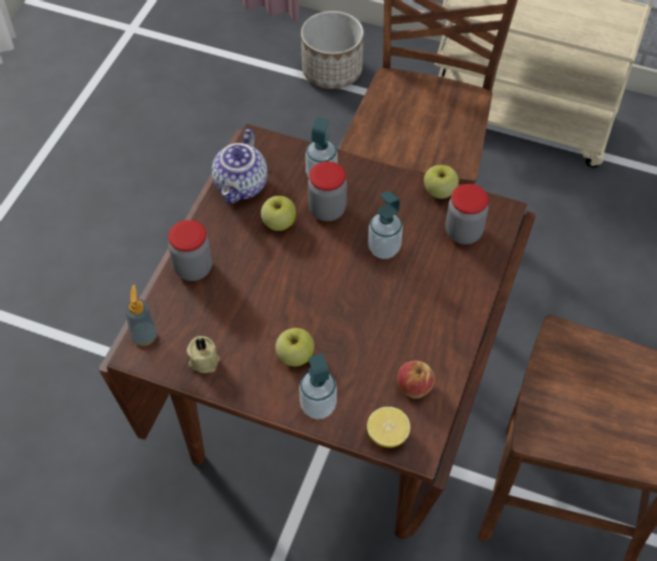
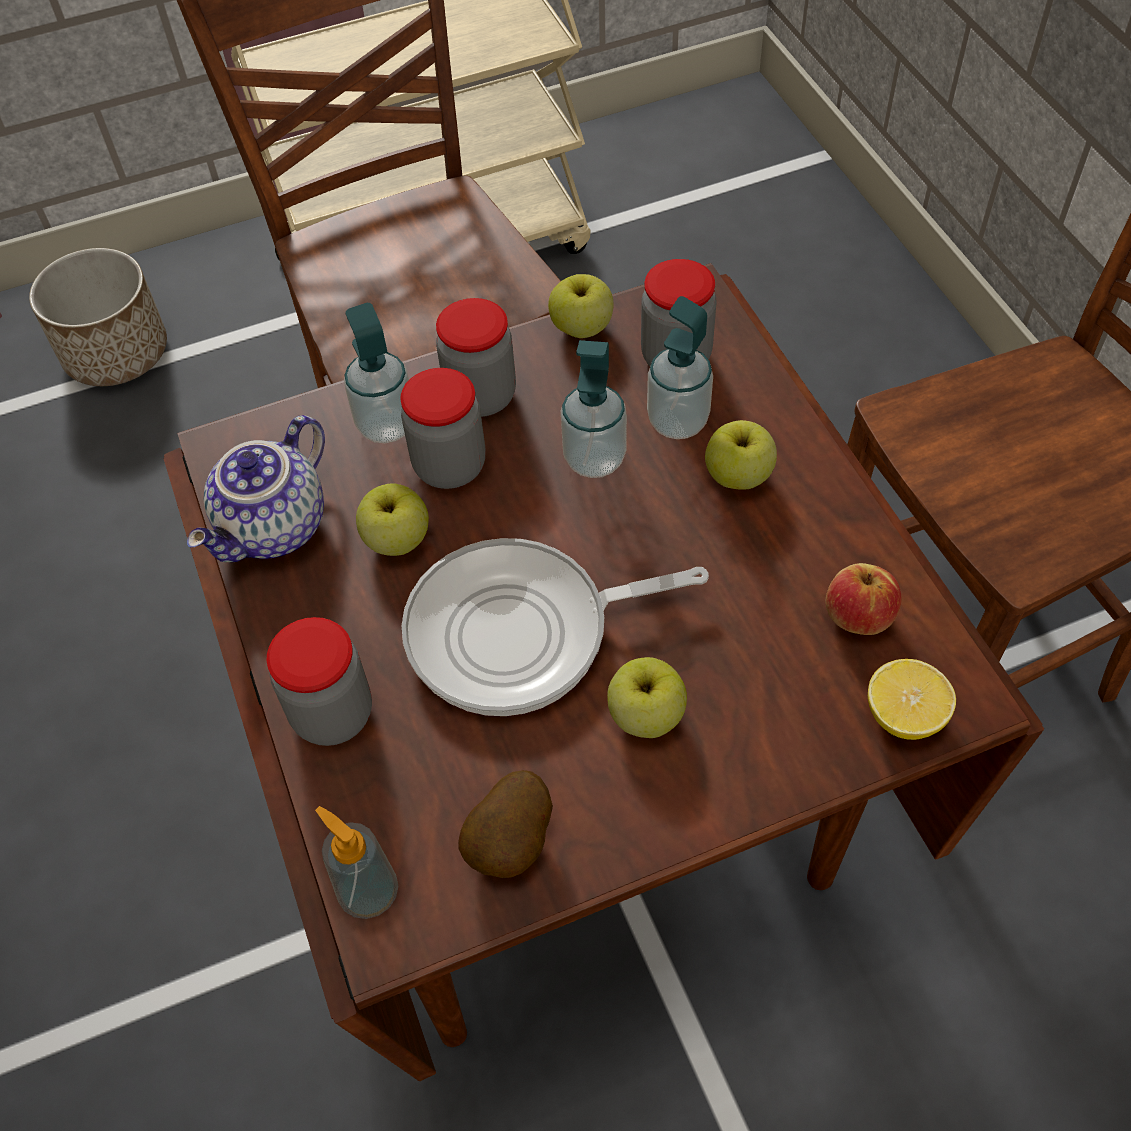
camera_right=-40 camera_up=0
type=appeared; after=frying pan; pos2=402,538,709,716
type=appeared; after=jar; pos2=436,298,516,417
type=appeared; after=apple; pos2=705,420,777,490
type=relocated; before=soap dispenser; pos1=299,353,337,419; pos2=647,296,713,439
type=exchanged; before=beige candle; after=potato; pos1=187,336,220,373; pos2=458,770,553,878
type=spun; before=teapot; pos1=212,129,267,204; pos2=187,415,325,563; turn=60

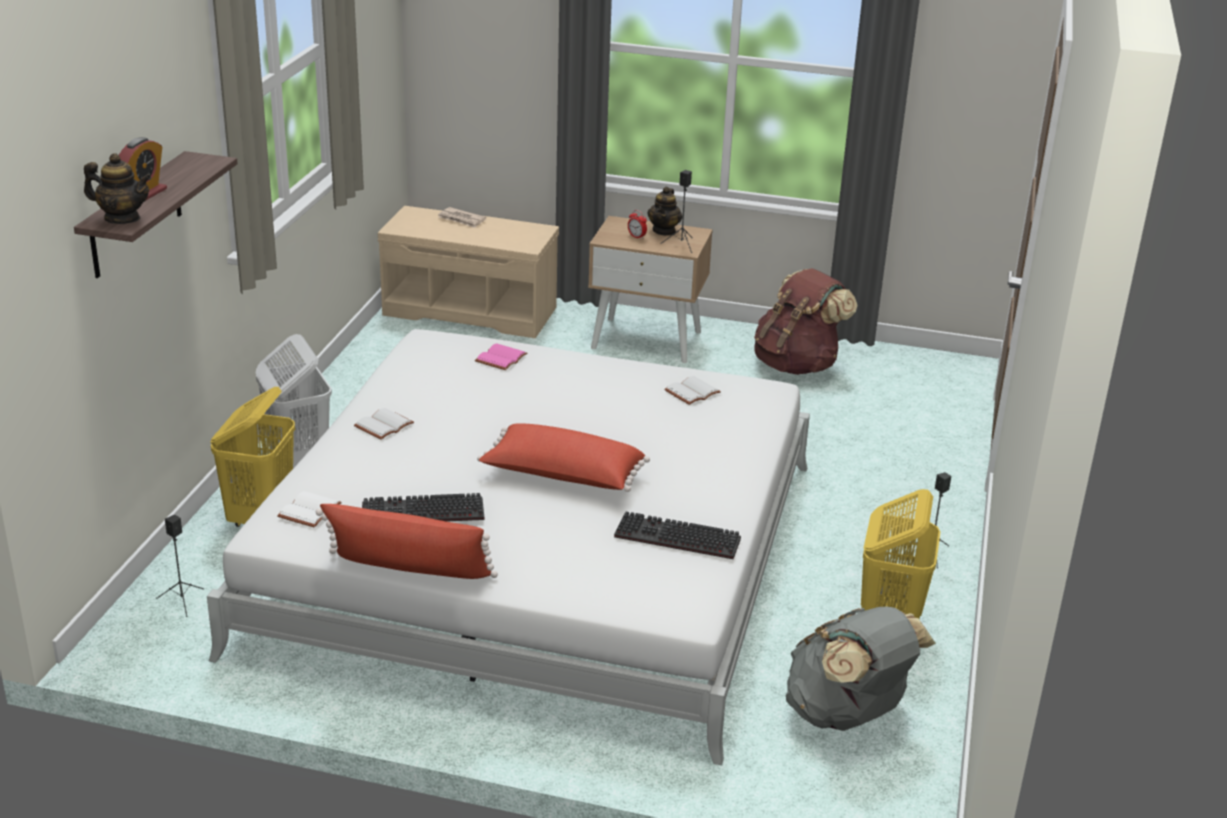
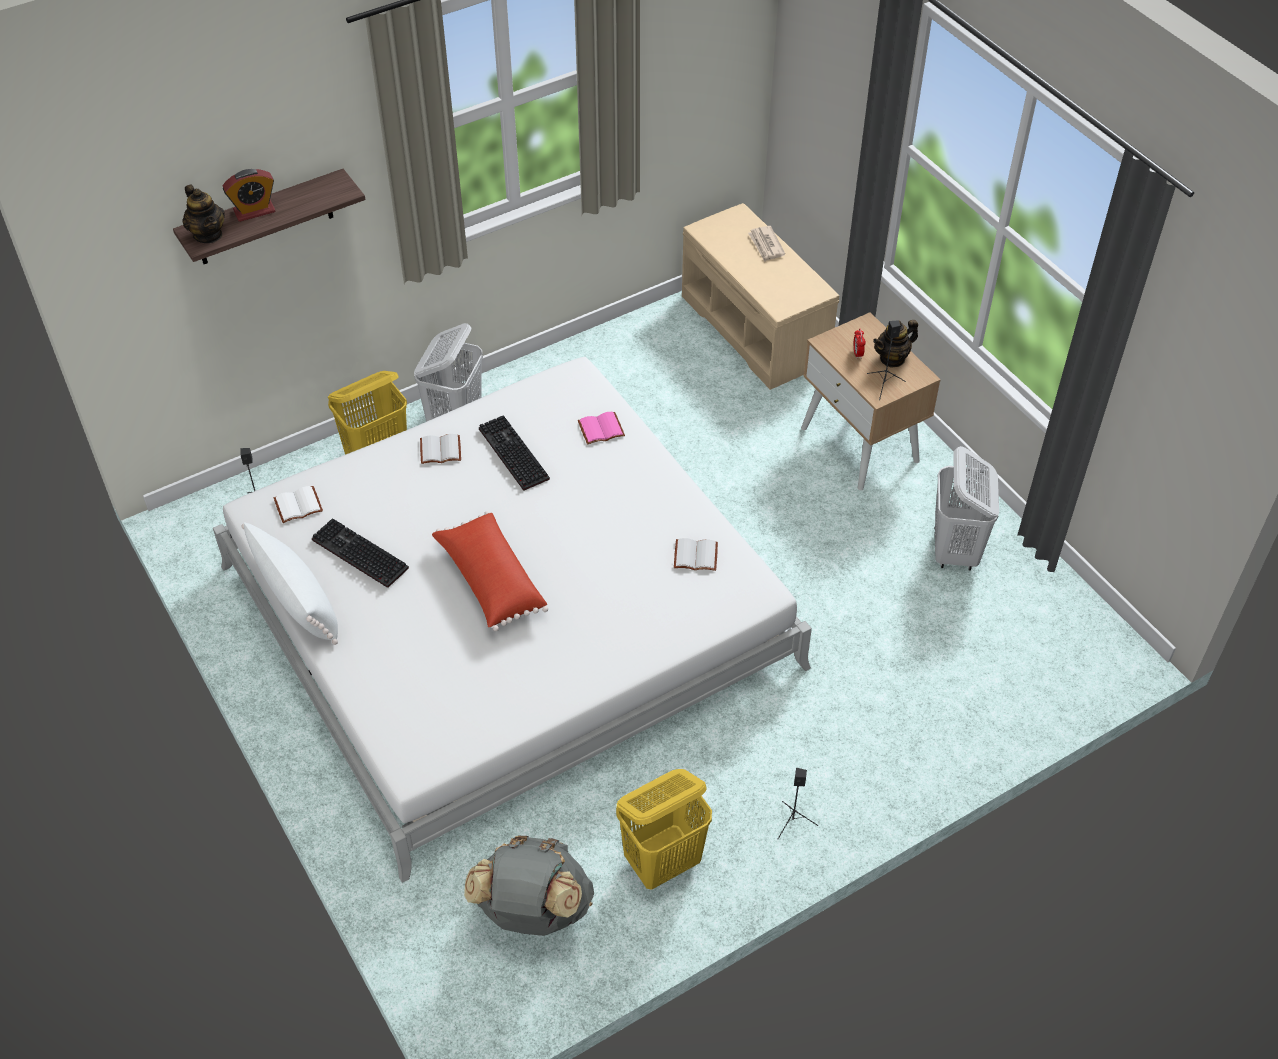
camera_right=45 camera_up=20
type=relocated; before=keyboard; pos1=614,512,741,559; pos2=479,415,550,491
type=exchanged; before=brown backpack; after=white laundry basket; pos1=754,268,857,375; pos2=935,446,999,571
type=colour; before=red pillow; after=white pillow; pos1=316,504,498,579; pos2=241,522,338,645

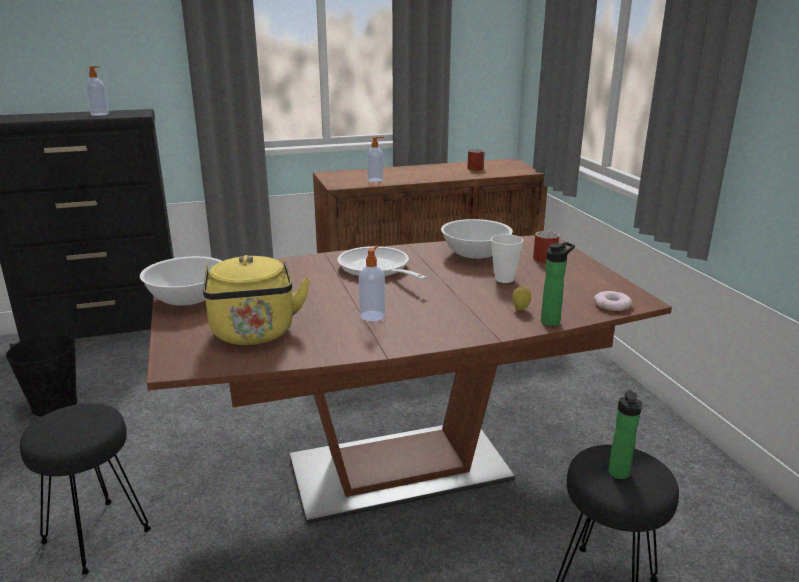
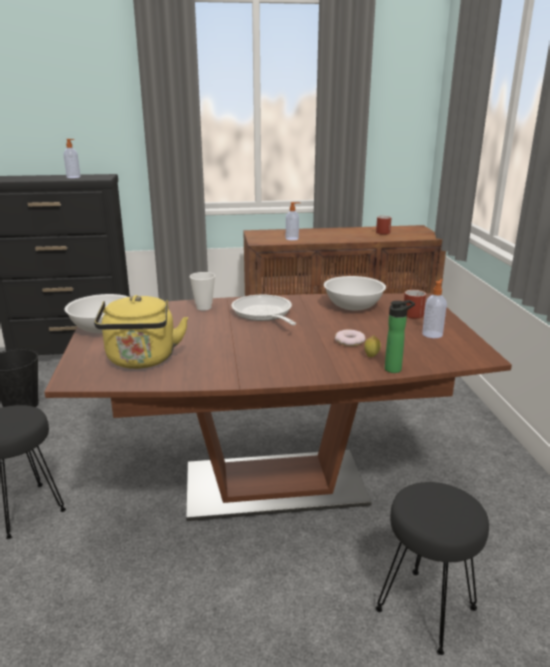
camera_right=10 camera_up=0
type=missing; before=bottle; pos1=608,390,642,479
type=relocated; before=soap dispenser; pos1=359,245,385,321; pos2=422,279,447,338
type=relocated; before=cup; pos1=491,234,523,283; pos2=190,272,215,311
type=relocated; before=donut; pos1=594,291,632,311; pos2=335,330,366,346

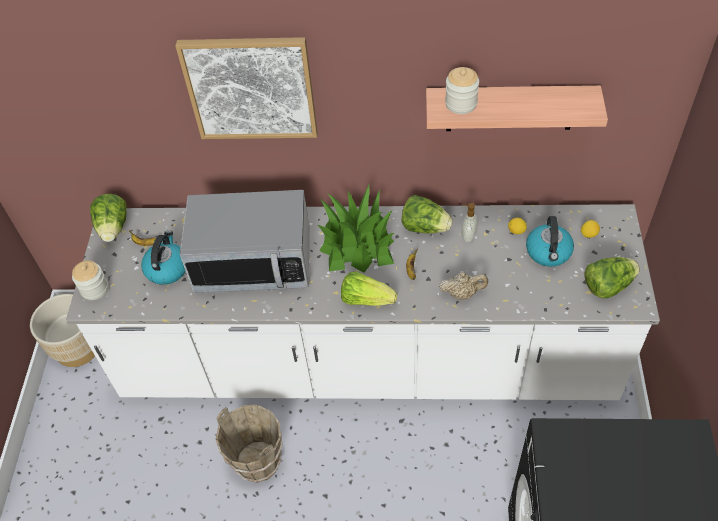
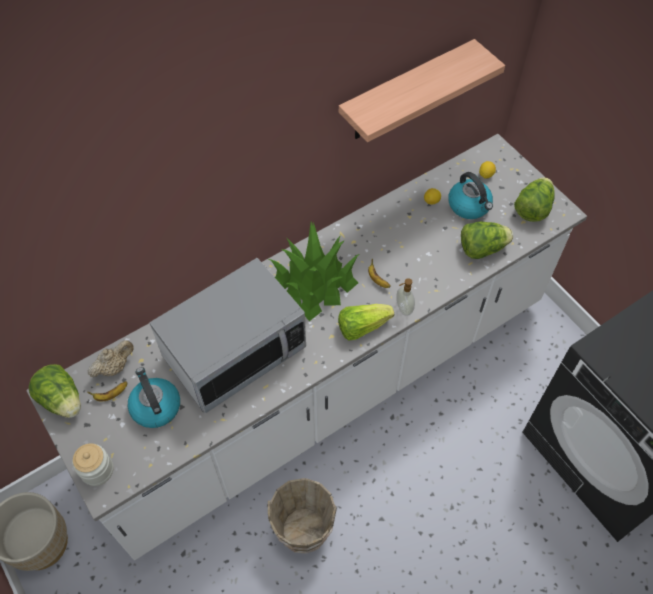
camera_right=-40 camera_up=5
type=missing; before=picture; pos1=175,37,317,139
type=missing; before=jar; pos1=445,67,479,114
type=relocated; before=lettuce; pos1=402,195,453,233; pos2=461,221,513,259
type=relocated; before=beige teapot; pos1=439,272,488,300; pos2=88,340,134,377
type=relocated; before=soap dispenser; pos1=462,203,478,243; pos2=396,278,415,316

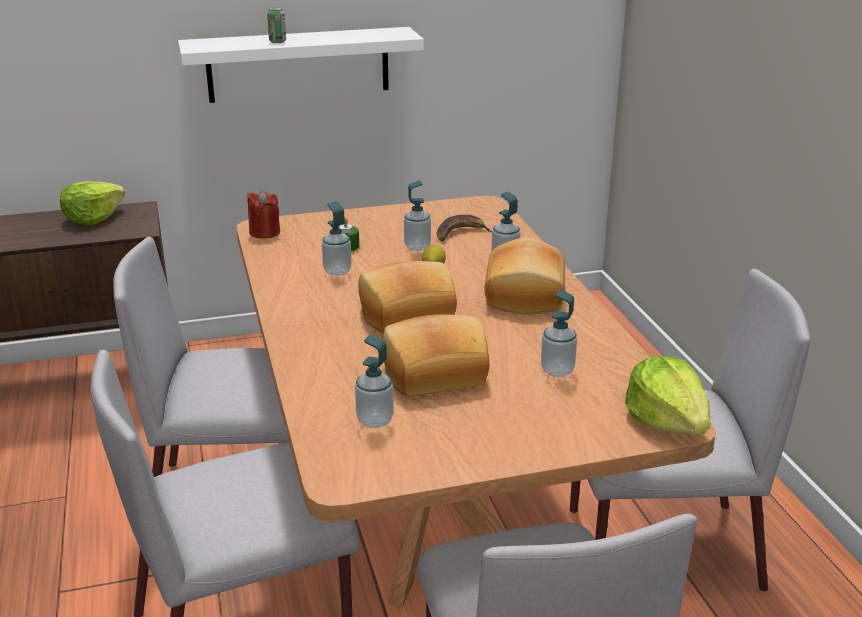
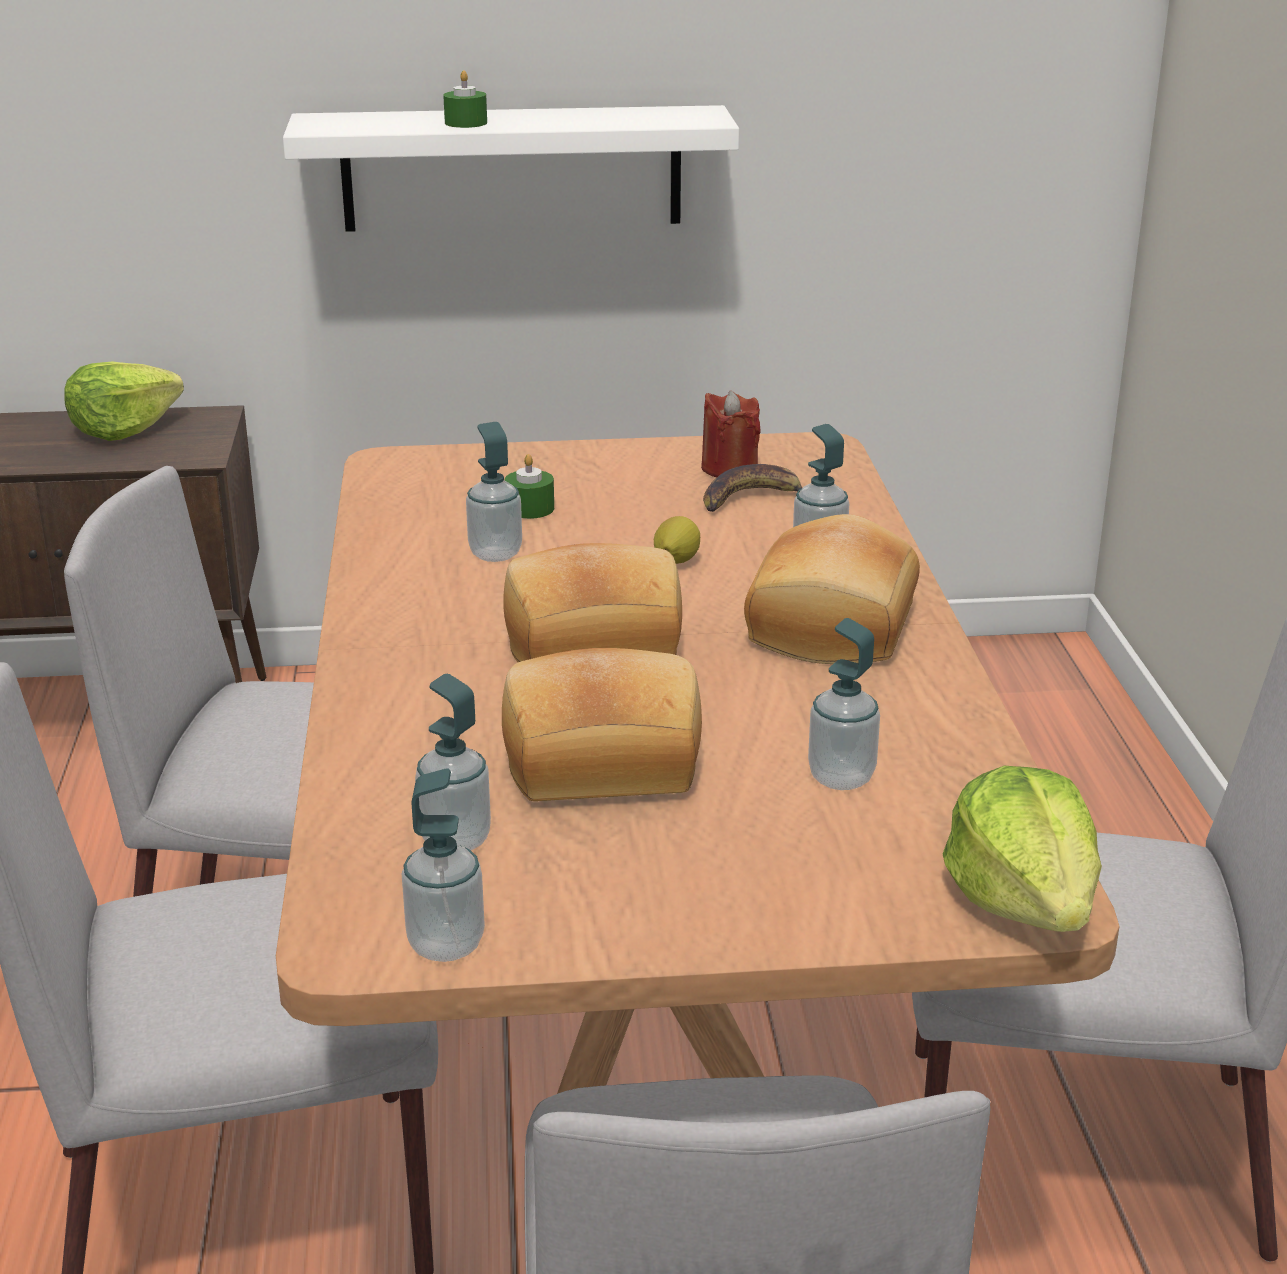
camera_right=10 camera_up=0
type=relocated; before=red candle; pos1=247,191,280,238; pos2=701,390,761,477
type=relocated; before=soap dispenser; pos1=404,180,431,251; pos2=402,768,485,962
type=exchanged; before=can; after=green candle; pos1=267,7,286,43; pos2=443,70,487,128

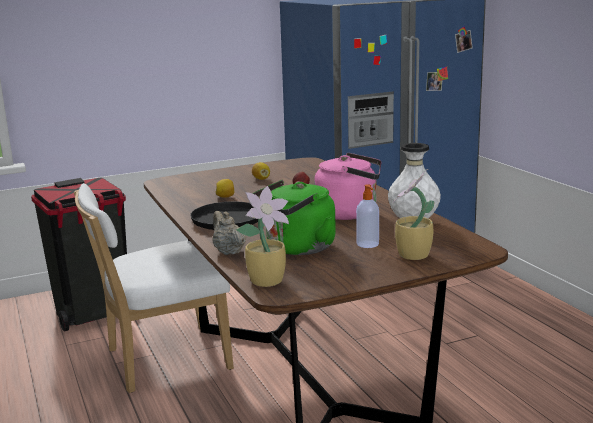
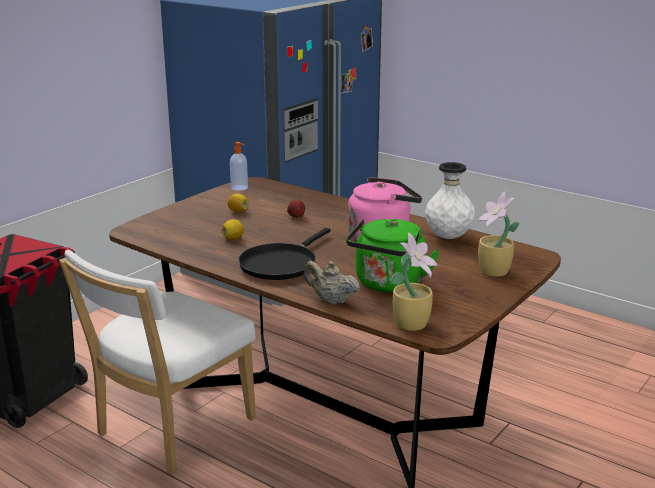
camera_right=-30 camera_up=5
type=relocated; before=soap dispenser; pos1=356,184,379,248; pos2=230,142,248,191

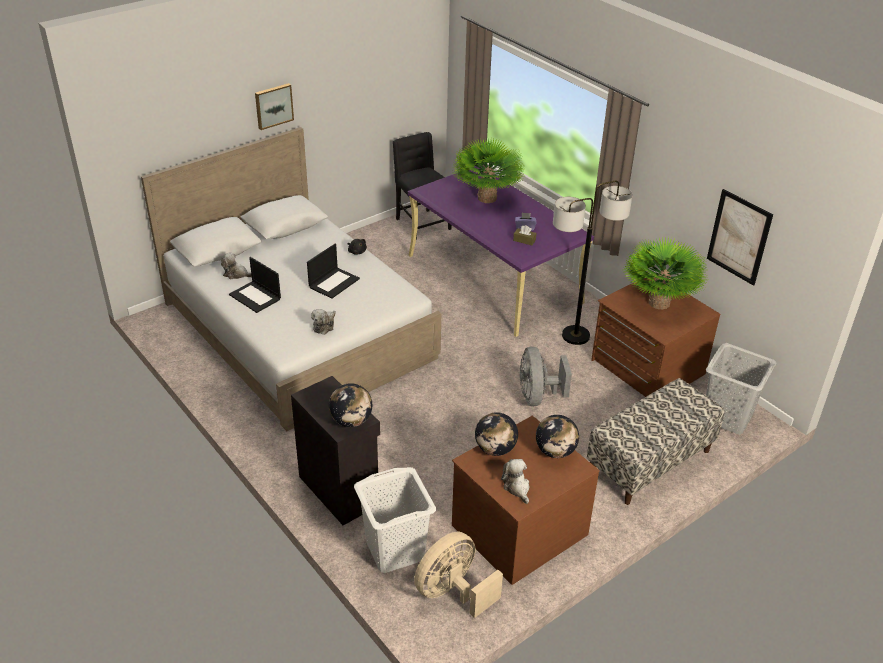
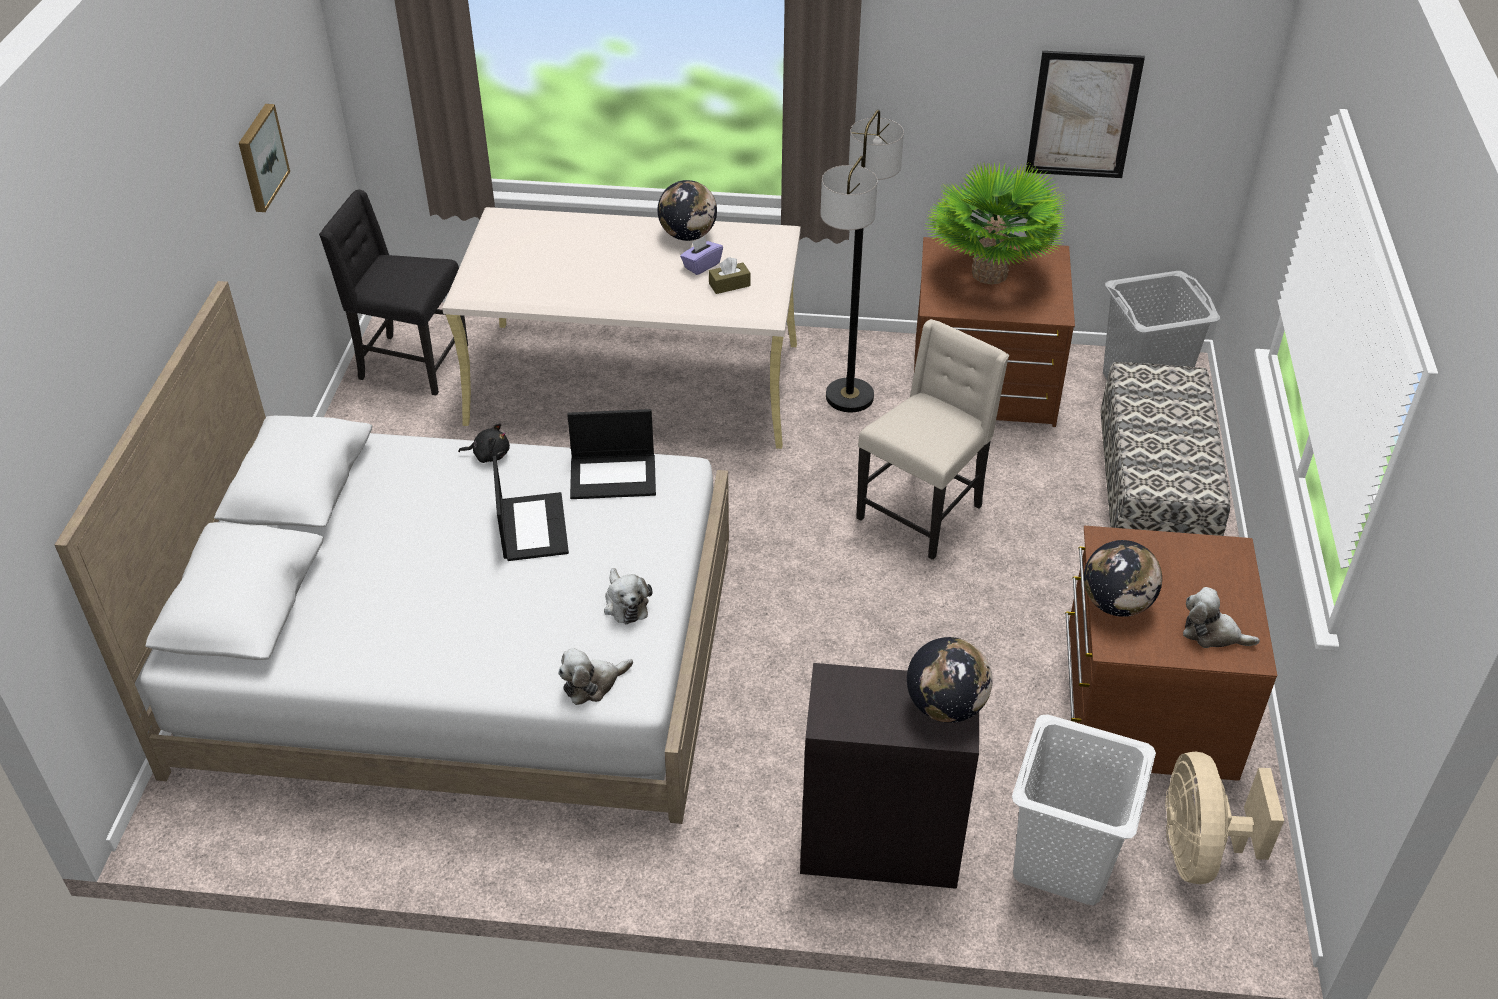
camera_right=-45 camera_up=5
type=missing; before=potted plant; pos1=453,138,524,203
type=relocated; before=plush toy; pos1=221,252,252,279; pos2=558,648,633,705
type=relocated; before=laptop; pos1=229,257,281,313; pos2=567,409,656,499
type=relocated; before=picture; pos1=255,83,294,130; pos2=239,104,290,212
type=relocated; before=globe; pos1=536,415,579,458; pos2=657,180,717,241
type=exchanged; before=grey fan; after=beige chair; pos1=520,347,572,406; pos2=856,319,1009,560
type=colour; before=purple desk; after=beige desk; pos1=408,166,594,337; pos2=442,207,801,449

